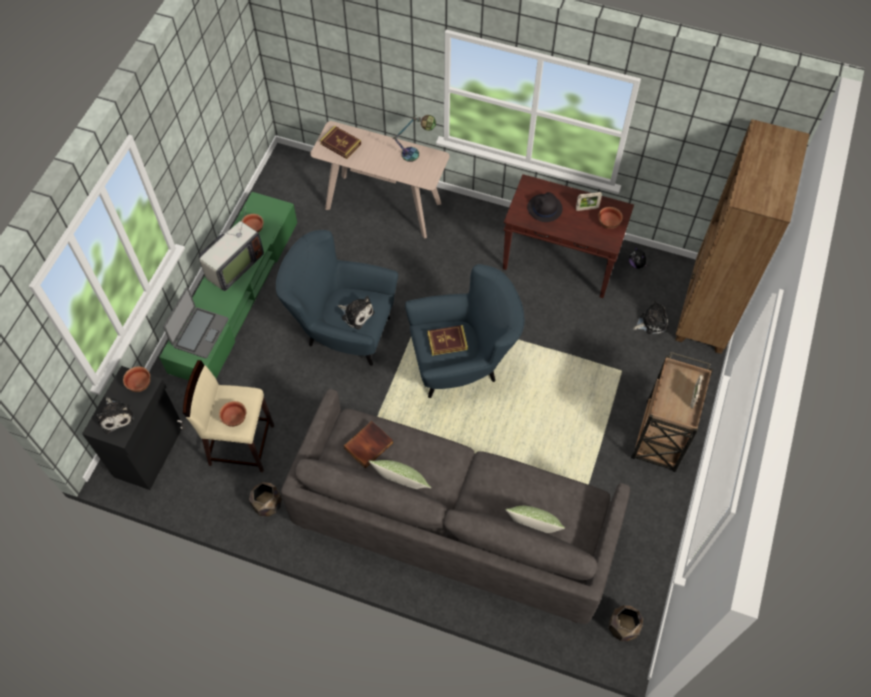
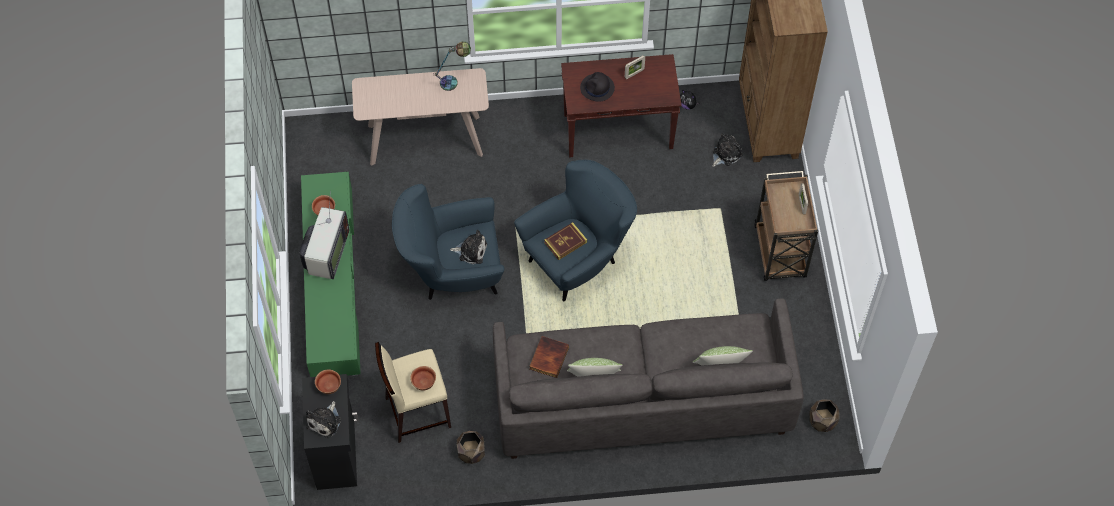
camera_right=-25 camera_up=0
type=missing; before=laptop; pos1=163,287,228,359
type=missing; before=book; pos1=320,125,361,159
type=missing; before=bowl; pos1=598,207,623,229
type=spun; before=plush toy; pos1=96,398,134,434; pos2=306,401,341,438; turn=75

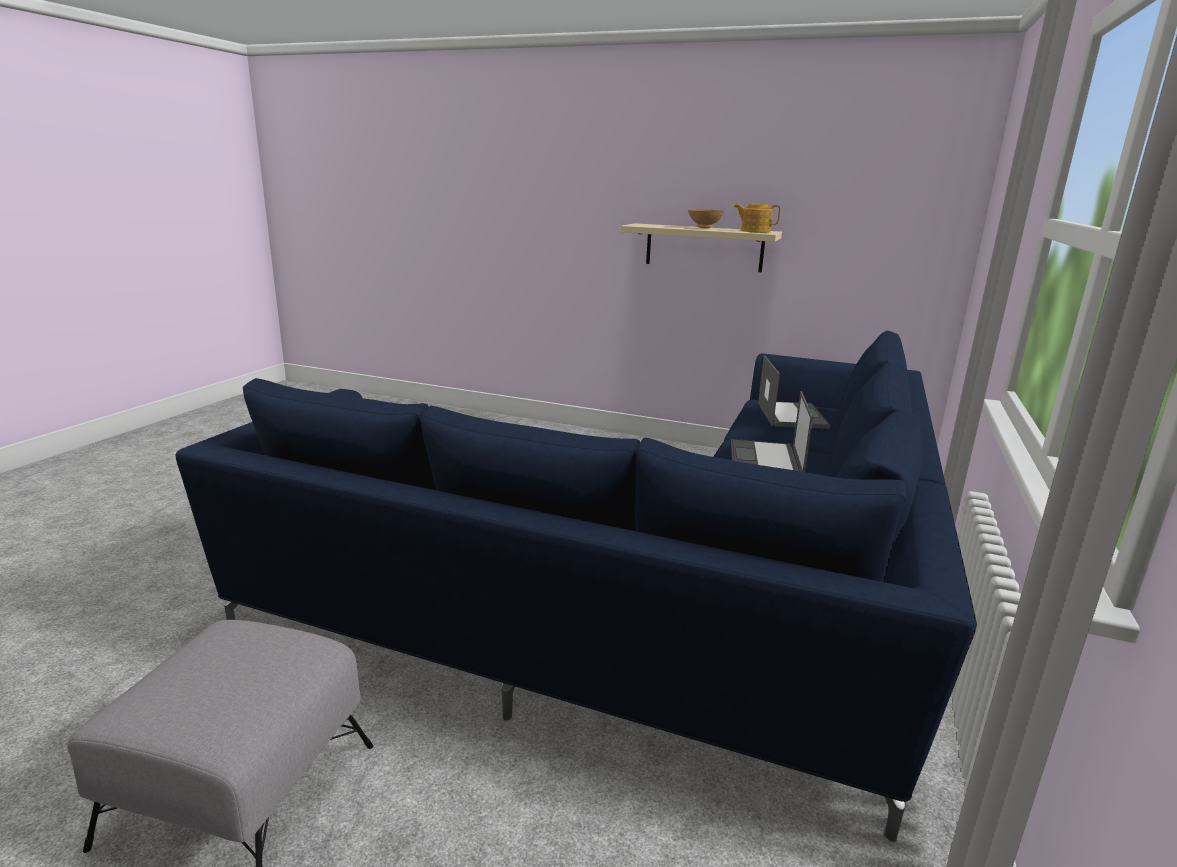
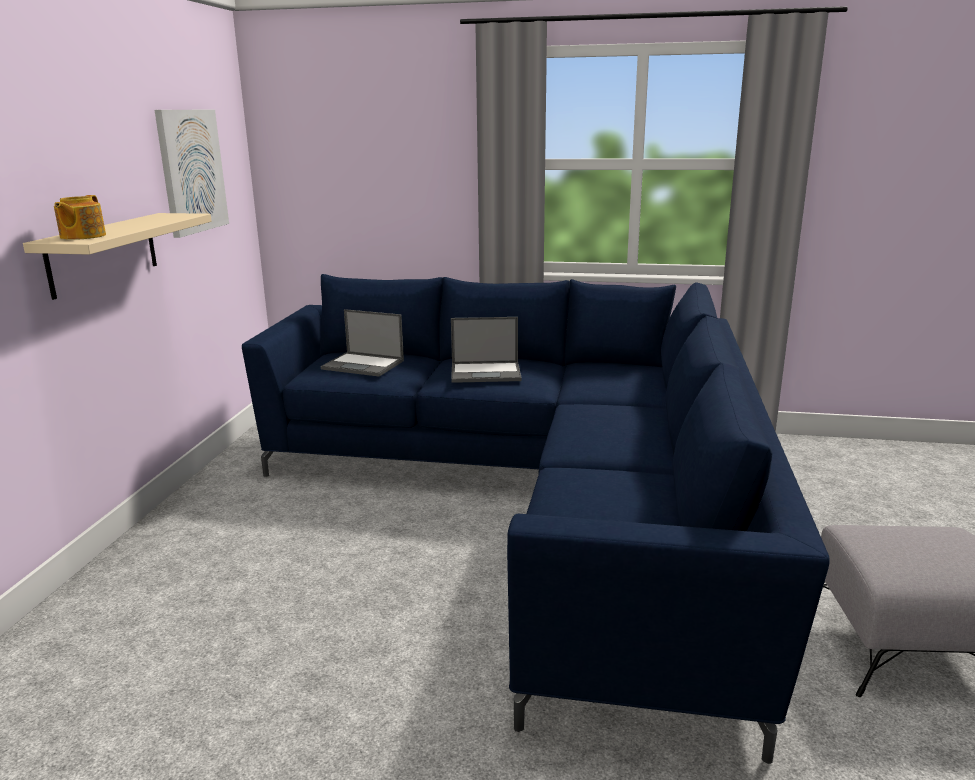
camera_right=-100 camera_up=0
type=missing; before=brown bowl; pos1=688,209,724,228
type=appeared; after=picture; pos2=155,110,229,238
type=relocated; before=teapot; pos1=734,204,781,233; pos2=54,195,106,240
type=spun; before=laptop; pos1=758,355,830,429; pos2=321,309,404,377; turn=-150

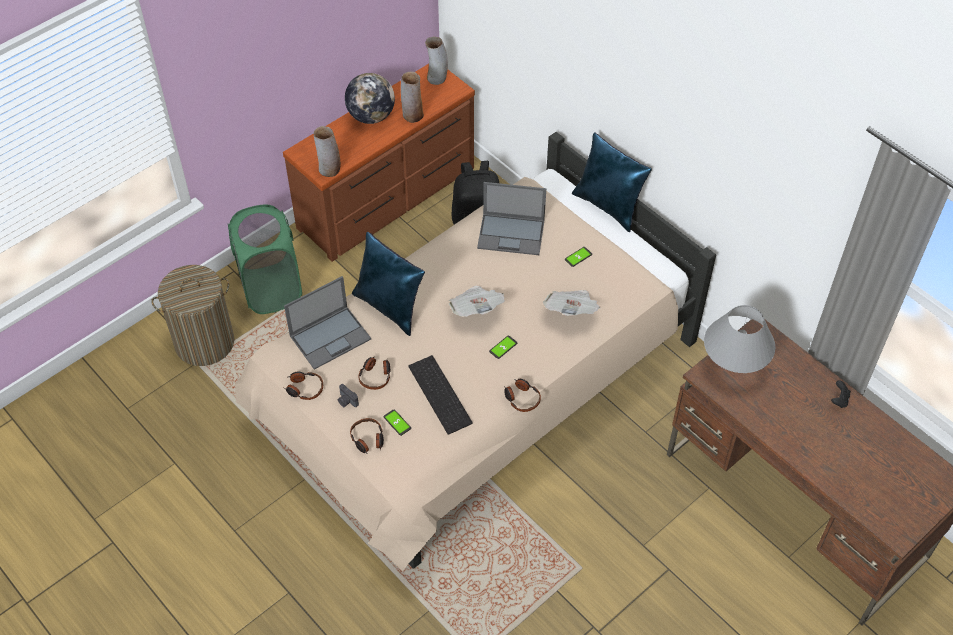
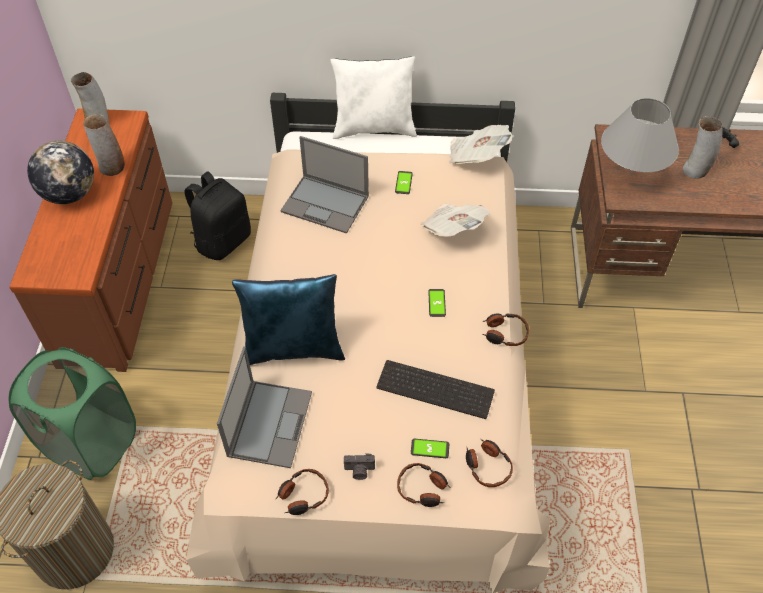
camera_right=-45 camera_up=0
type=relocated; before=vase; pos1=314,126,341,177; pos2=682,116,723,179
type=relocated; before=headphones; pos1=359,356,391,390; pos2=466,439,513,487
type=relocated; before=newspaper; pos1=449,285,505,317; pos2=449,125,513,164
type=colour; before=blue pillow; after=white pillow; pos1=572,132,652,232; pos2=330,56,417,139
type=spun; before=laptop; pos1=477,182,546,255; pos2=280,136,369,234; turn=60

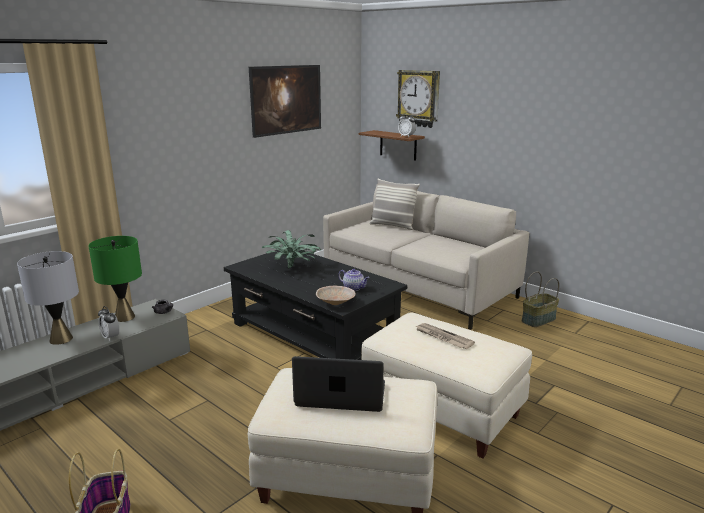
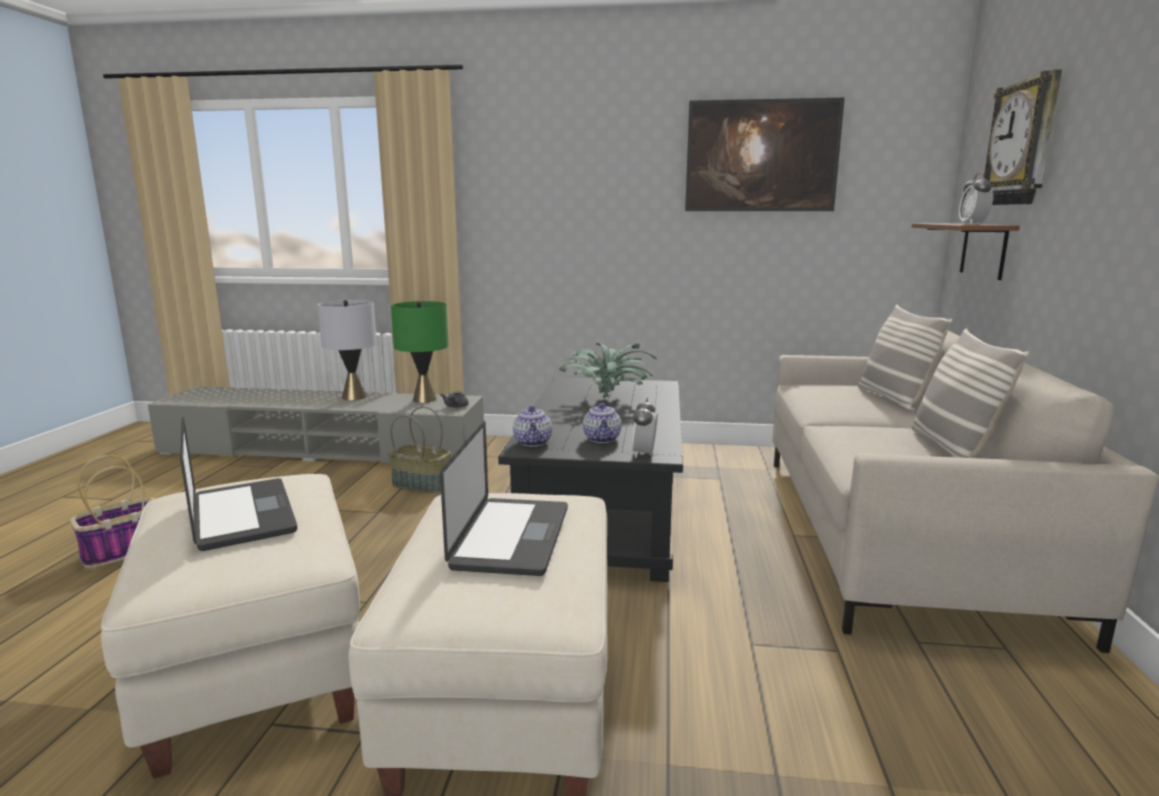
camera_right=55 camera_up=-5
type=appeared; after=pillow; pos2=912,328,1029,458
type=relocated; before=alarm clock; pos1=98,306,119,341; pos2=632,397,658,458
type=relocated; before=basket; pos1=522,272,559,327; pos2=388,406,451,493
type=exchanged; before=beige bowl; after=teapot; pos1=316,286,356,305; pos2=513,406,552,447
type=exchanged; before=newspaper; after=laptop; pos1=416,323,475,349; pos2=440,421,568,576

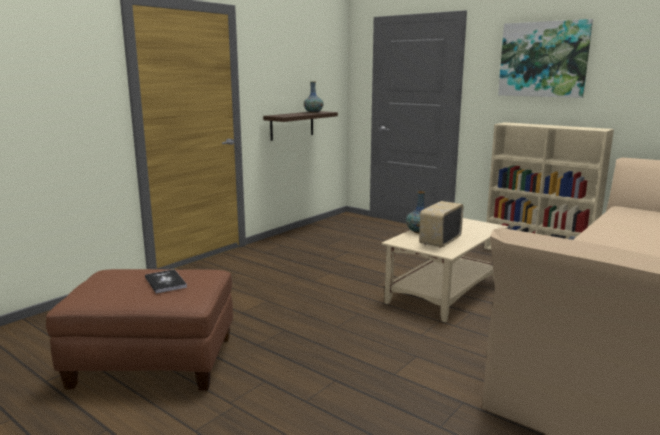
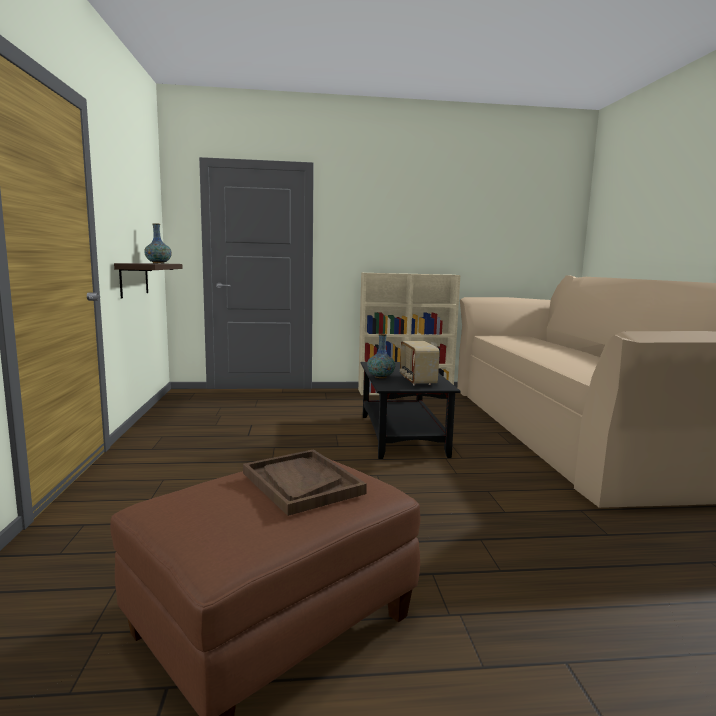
camera_right=-45 camera_up=-5
type=missing; before=picture; pos1=498,19,593,98
type=exchanged; before=book; after=brown tray; pos1=145,269,187,294; pos2=243,449,367,516
type=colour; before=beige coffee table; after=black coffee table; pos1=382,218,508,323; pos2=361,362,461,459

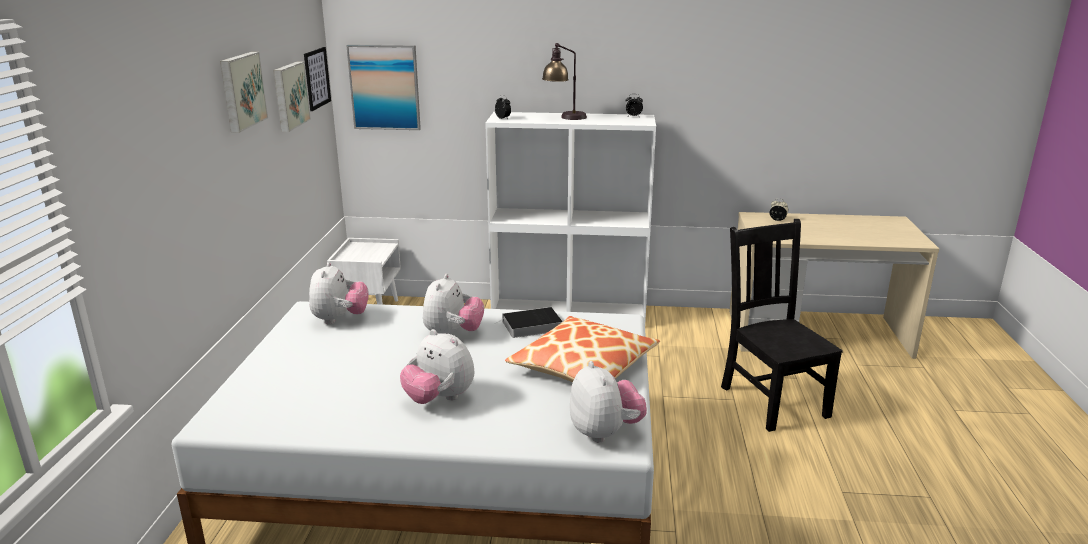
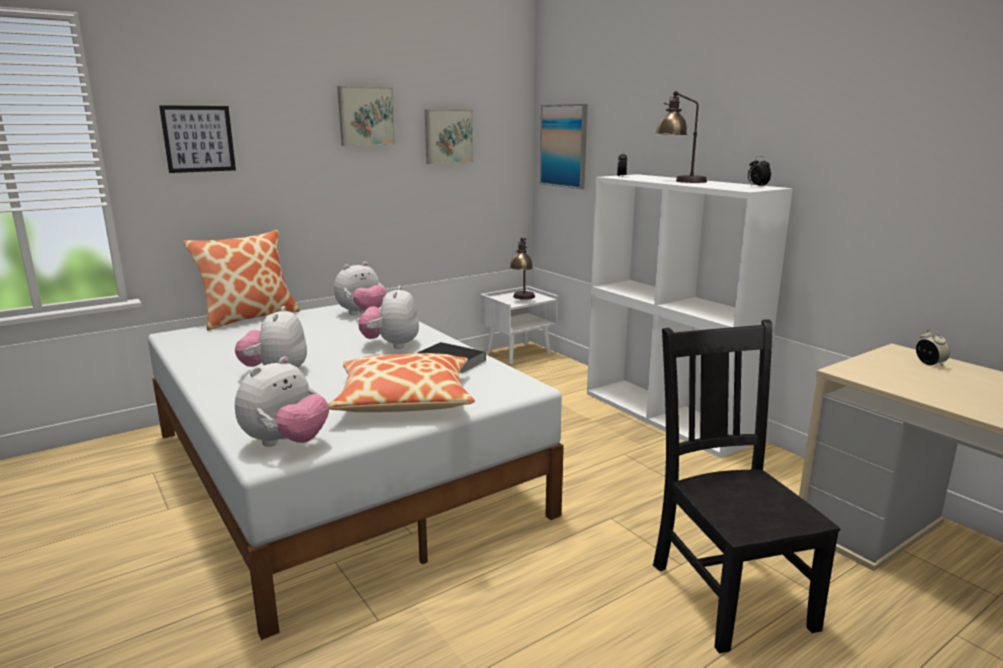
camera_right=50 camera_up=-5
type=appeared; after=pillow; pos2=183,229,300,331
type=appeared; after=table lamp; pos2=510,237,535,300
type=relocated; before=picture; pos1=304,47,331,111; pos2=159,105,236,173
type=spun; before=plush toy; pos1=423,274,484,334; pos2=358,285,419,349; turn=120
type=spun; before=black chair; pos1=721,219,843,432; pos2=653,320,841,653; turn=-45

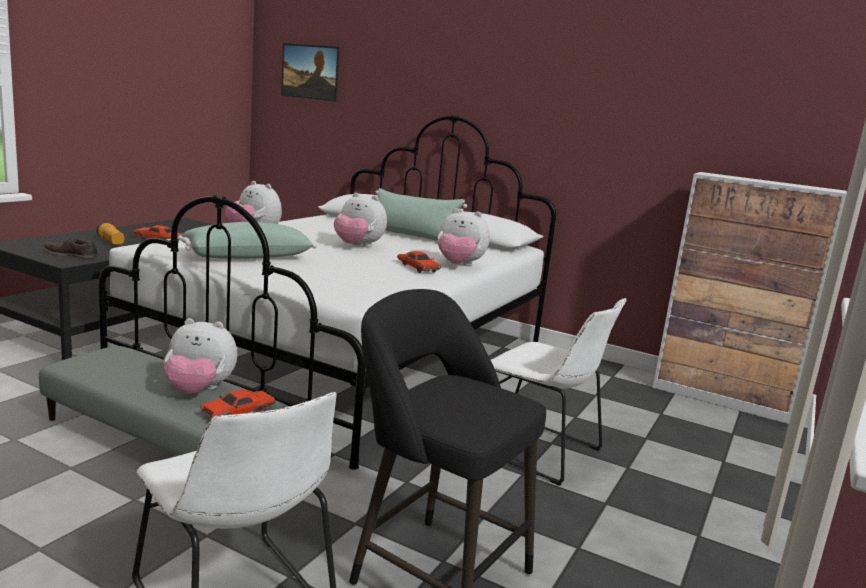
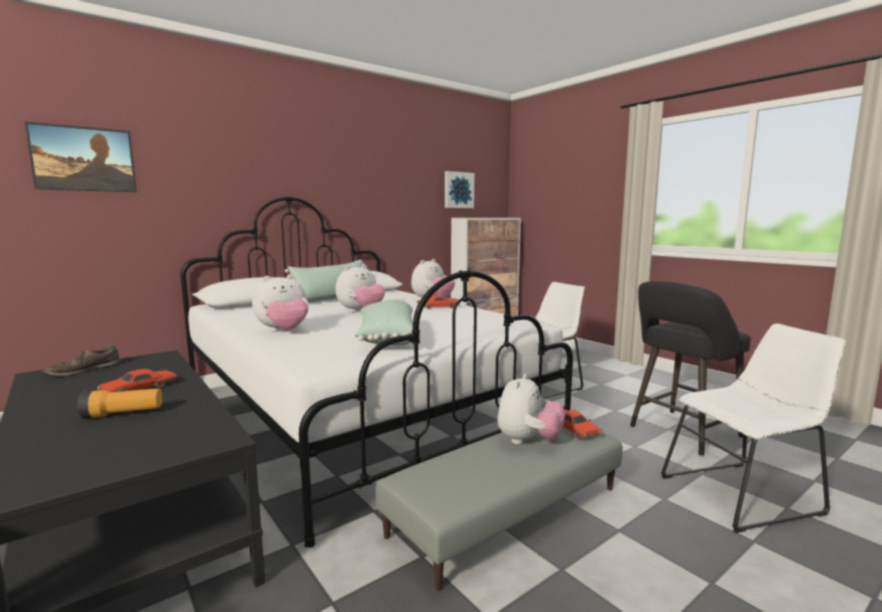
camera_right=-65 camera_up=-5
type=appeared; after=picture; pos2=445,171,474,208
type=relocated; before=brown shoe; pos1=44,238,98,258; pos2=43,345,120,376

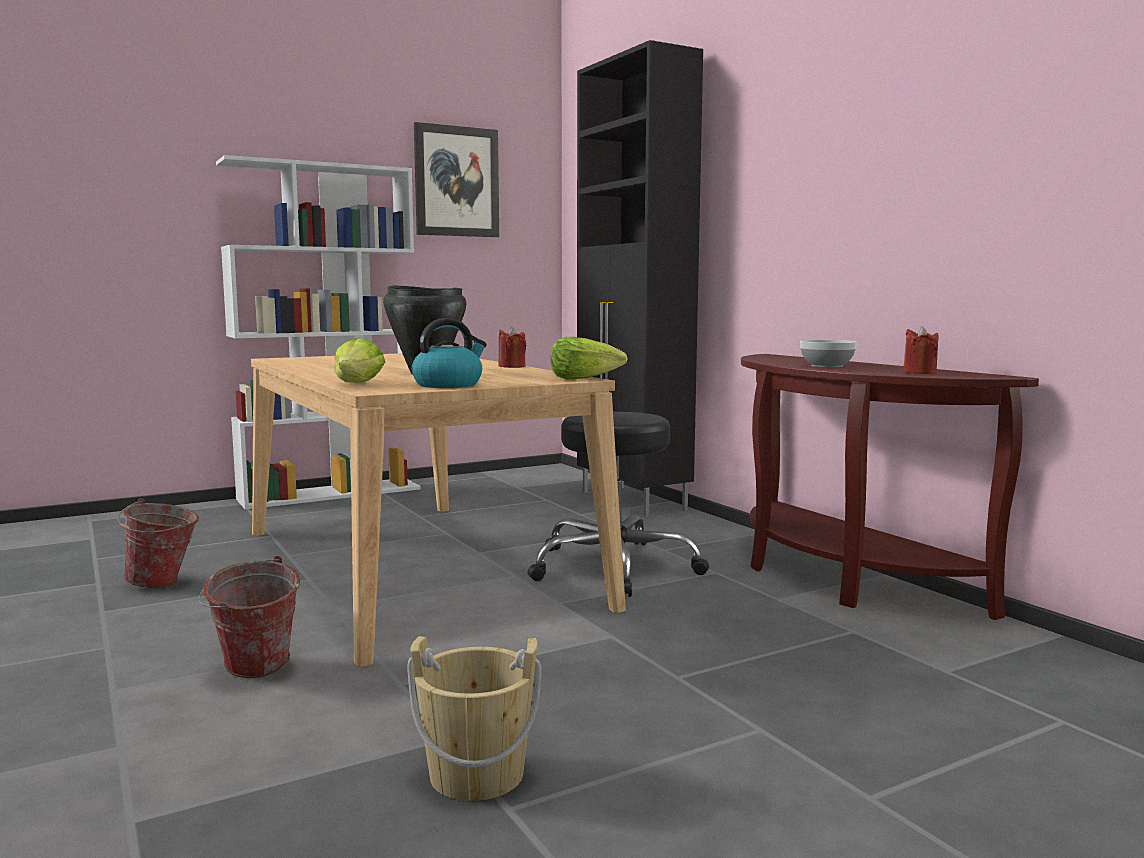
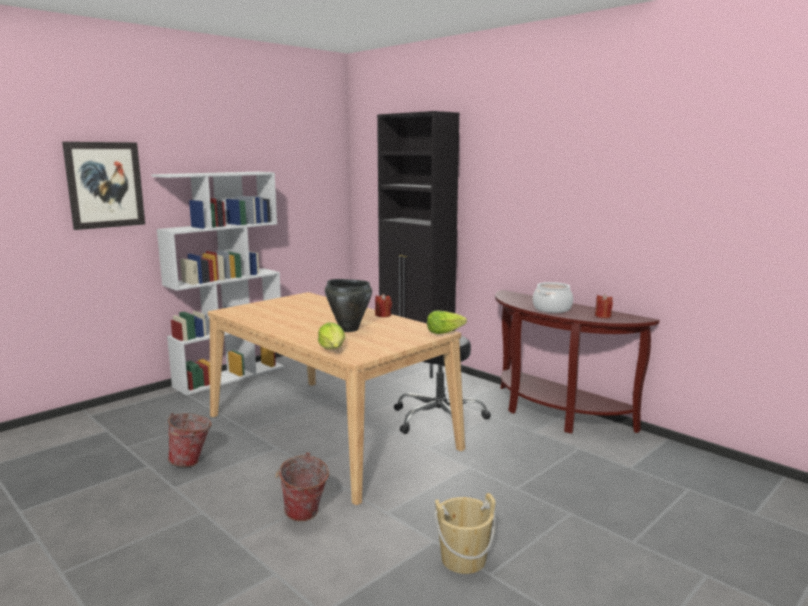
camera_right=-15 camera_up=5
type=missing; before=kettle; pos1=412,318,487,388
type=relocated; before=picture; pos1=414,122,499,237; pos2=62,142,145,230
type=exchanged; before=bowl; after=cooking pot; pos1=800,340,857,367; pos2=533,282,573,313

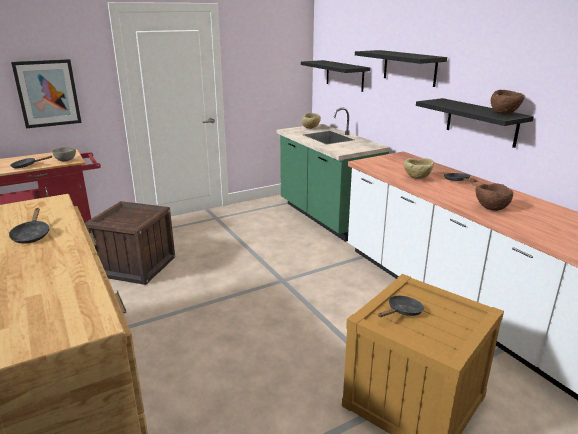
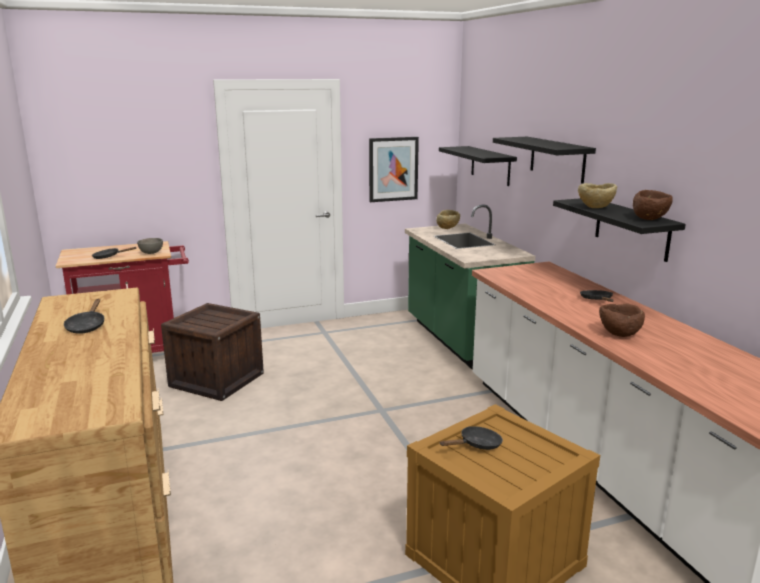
camera_right=10 camera_up=-5
type=relocated; before=picture; pos1=11,59,82,128; pos2=369,137,419,202
type=relocated; before=beige bowl; pos1=404,158,434,179; pos2=578,183,617,208

